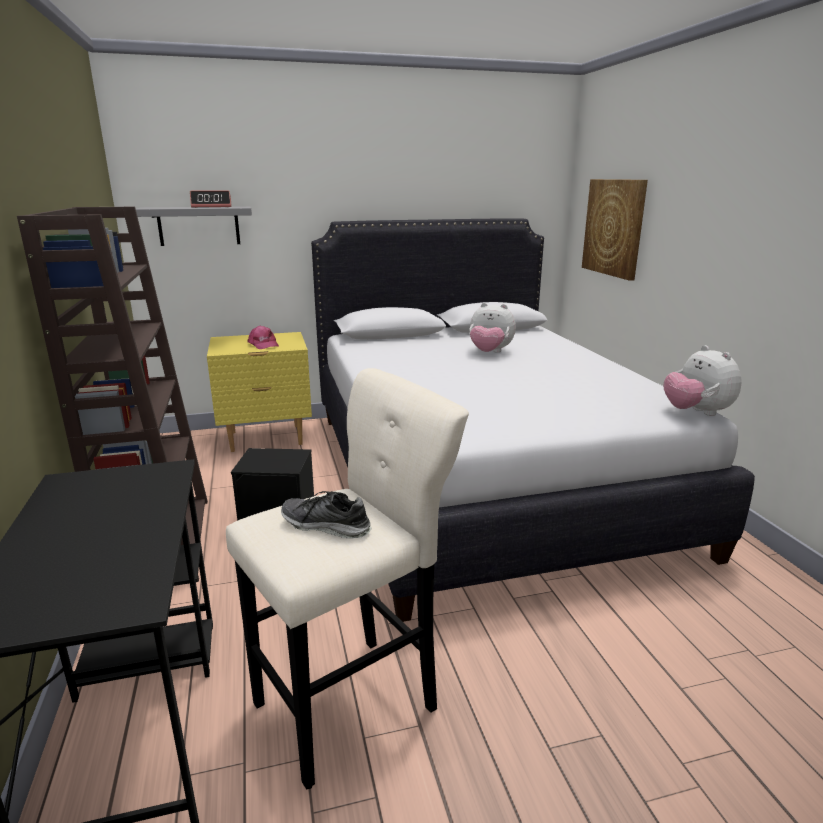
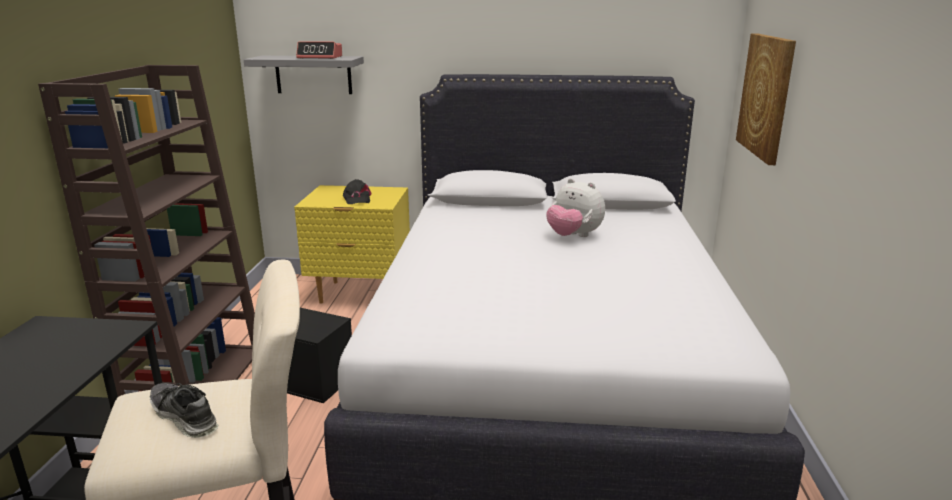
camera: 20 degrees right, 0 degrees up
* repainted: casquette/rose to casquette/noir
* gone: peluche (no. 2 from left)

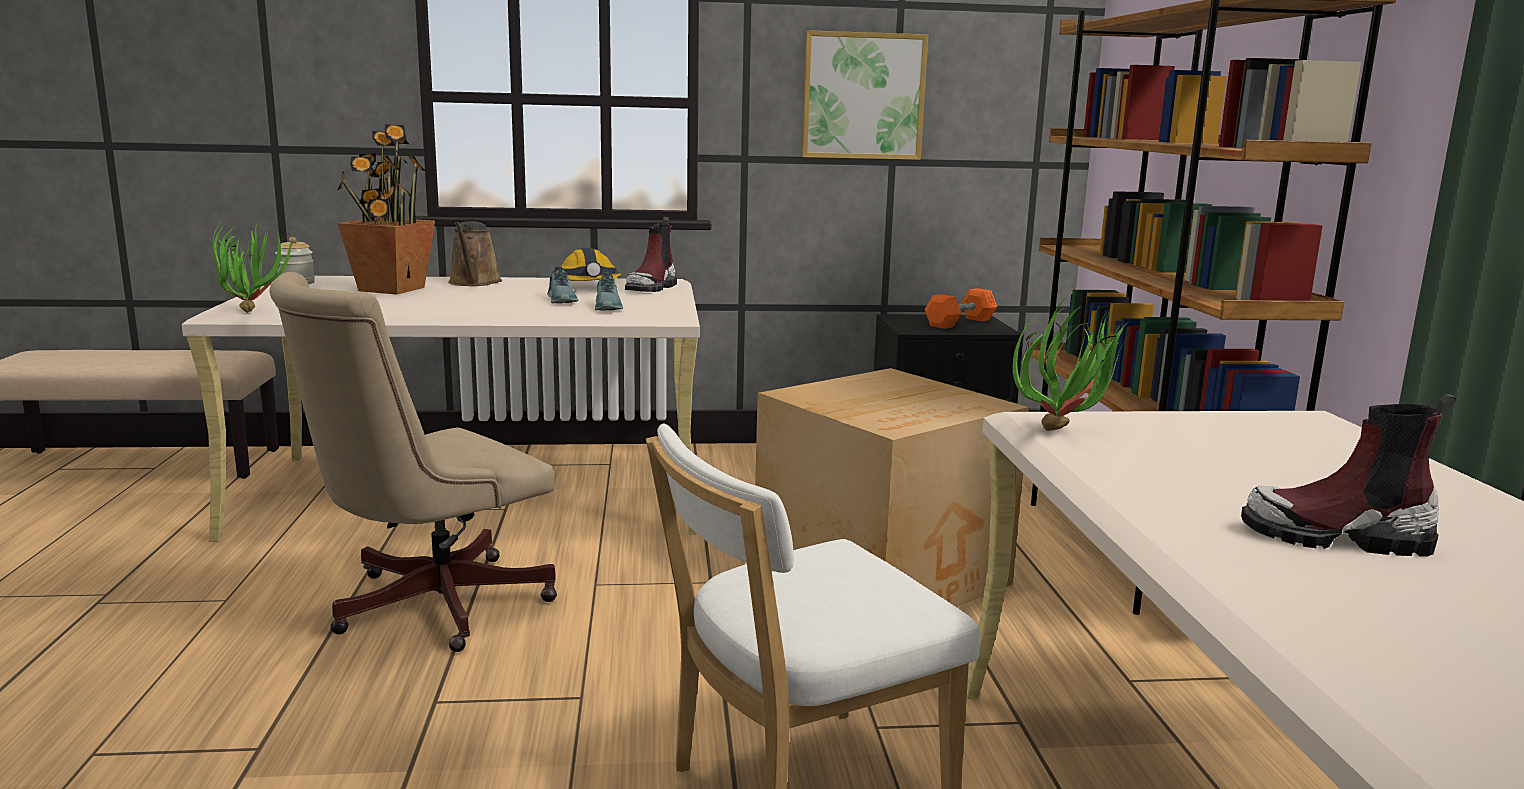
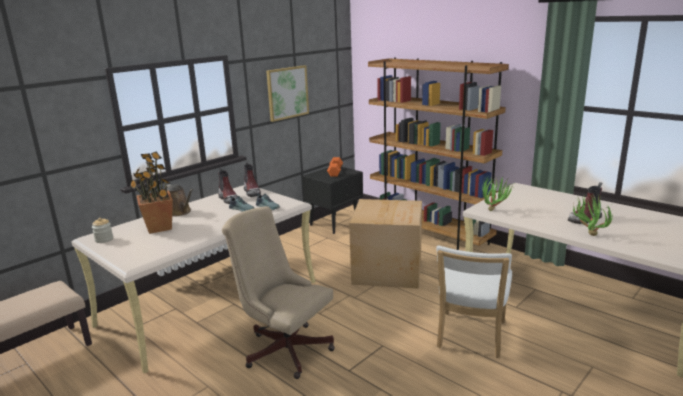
camera: 40 degrees left, 5 degrees up
* swapped: casque de chantier to botte (no. 1 from left)
* rotated: chaise de bureau/beige 120 degrees clockwise
* shifted: plante en pot (no. 1 from left in the first image) to plante en pot (no. 3 from left)

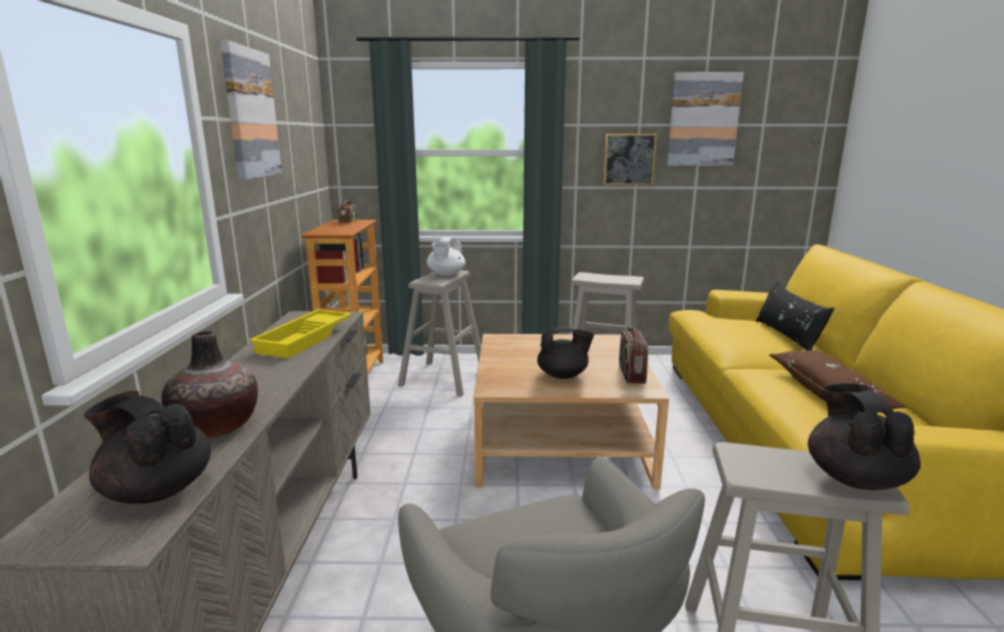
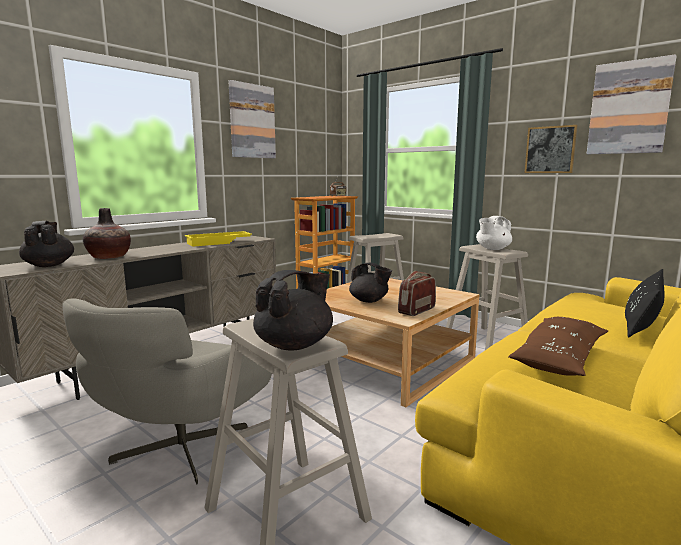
camera: 40 degrees right, 5 degrees down
* shifted: théière/blanc

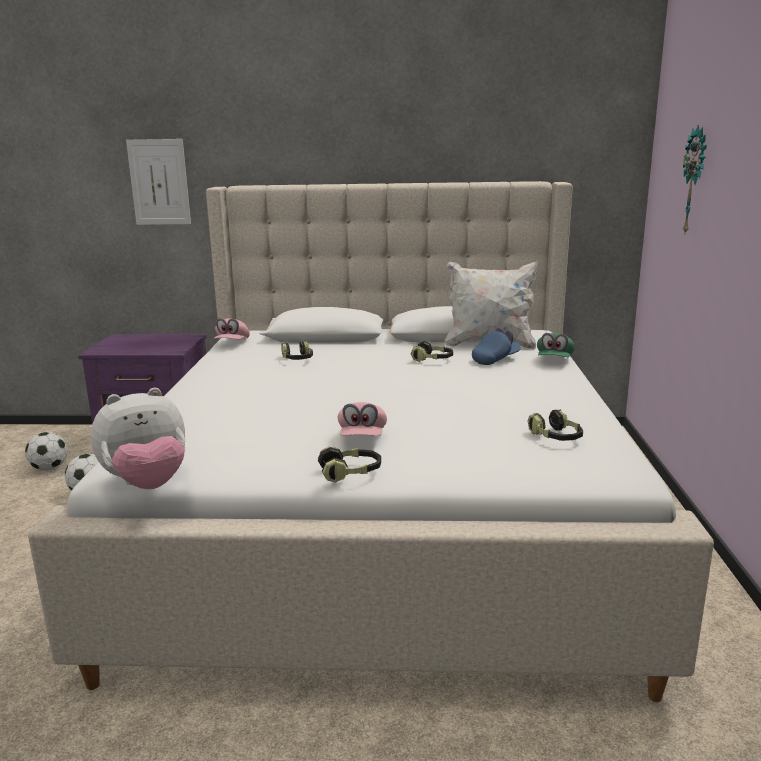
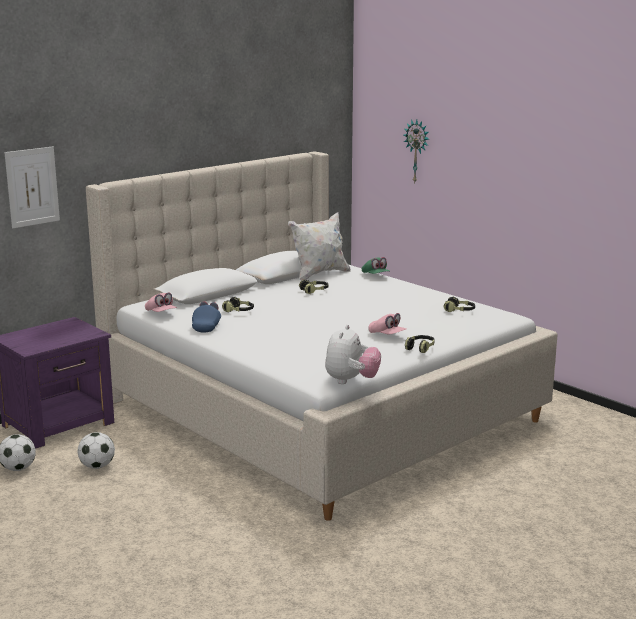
camera: 45 degrees left, 0 degrees up
* shifted: casquette/bleu

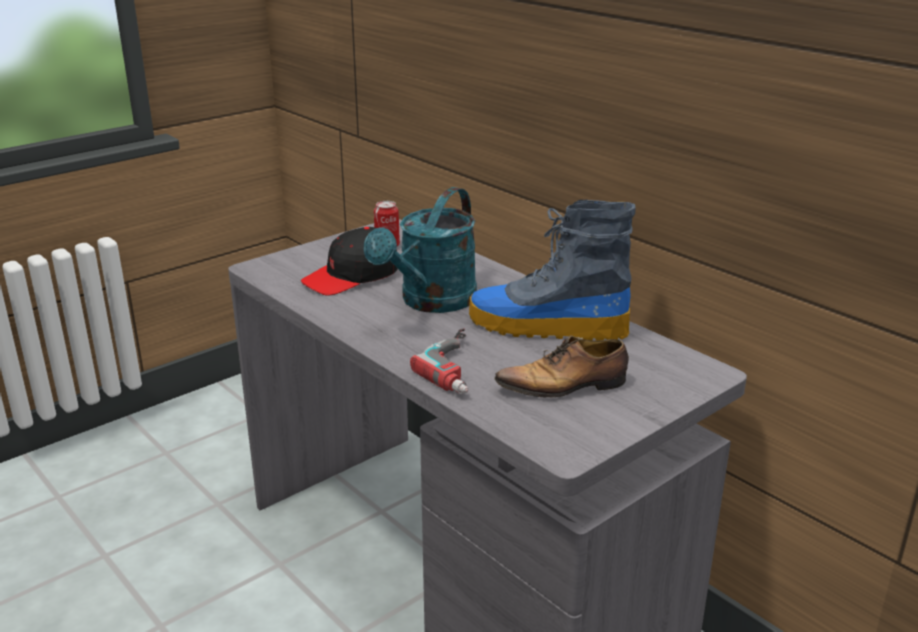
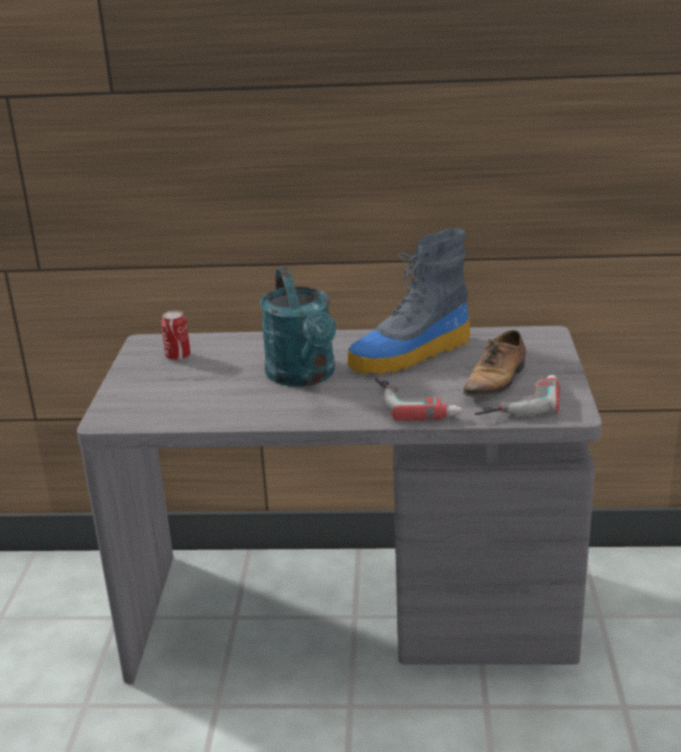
camera: 45 degrees left, 0 degrees up
* new: perceuse (no. 2 from left)
* gone: casquette/noir

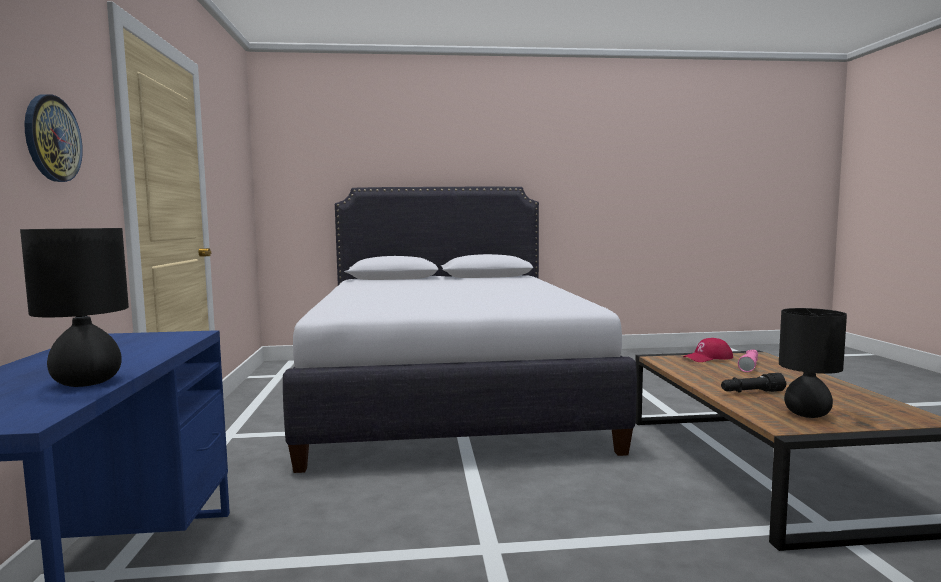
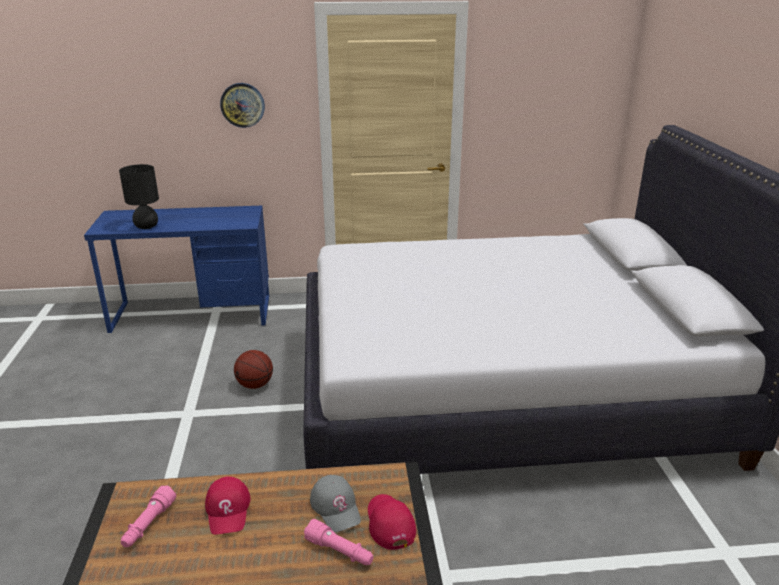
camera: 90 degrees right, 20 degrees up
* swapped: lampe de table/noir (no. 2 from left) to lampe de poche/rose (no. 1 from left)
* swapped: lampe de poche/noir to casquette/rouge (no. 1 from left)
* new: ballon de basket
* new: casquette/gris

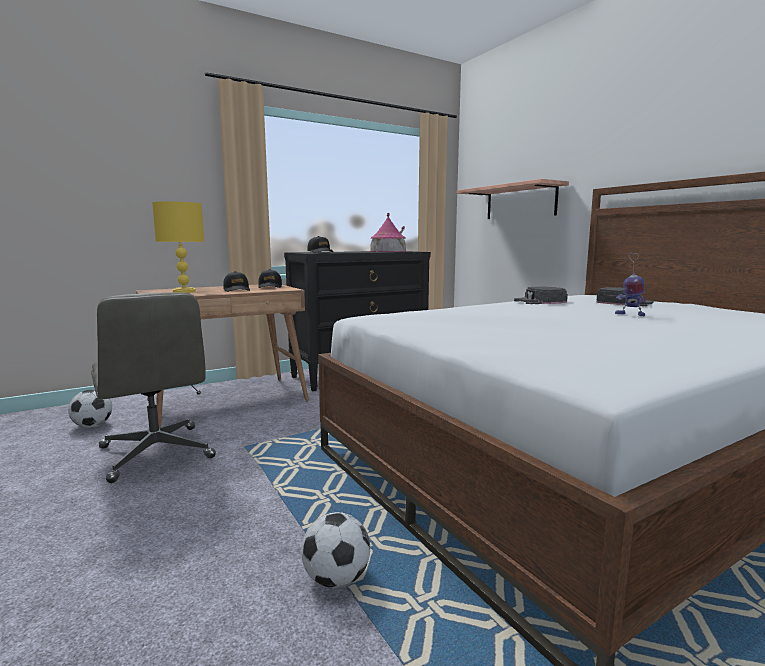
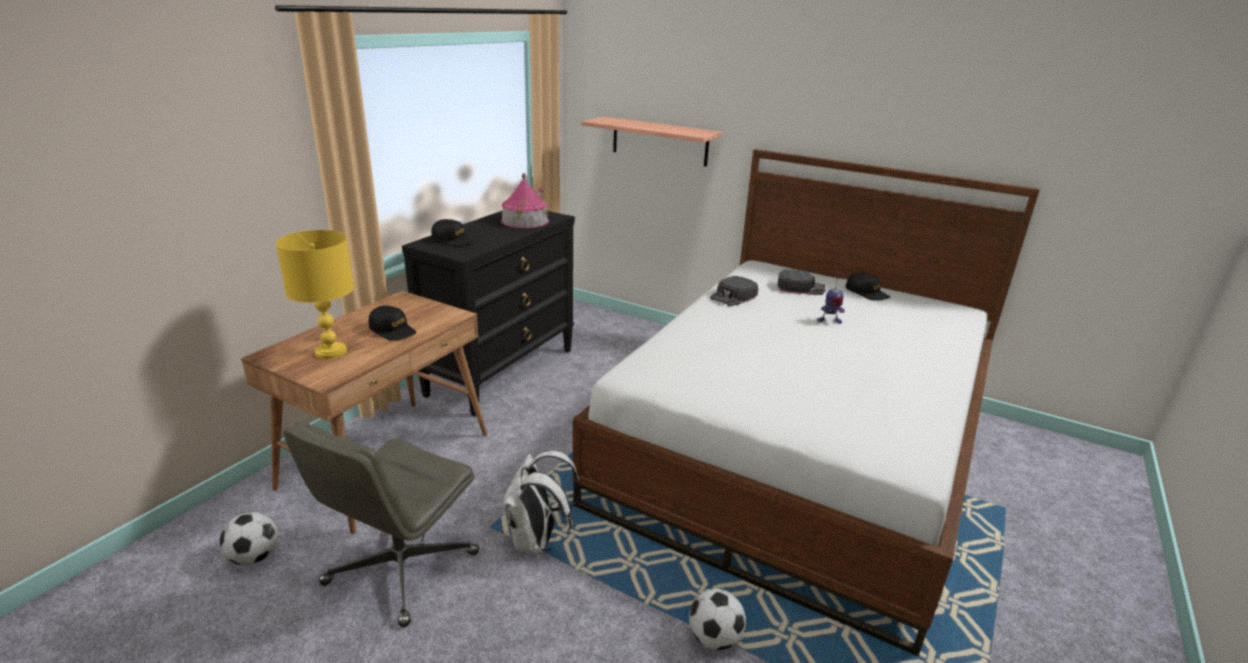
camera: 30 degrees left, 15 degrees up
* rotated: chaise de bureau/gris 90 degrees clockwise
* new: sac à dos/blanc
* shifted: casquette/noir (no. 2 from left in the first image) to casquette/noir (no. 5 from left)

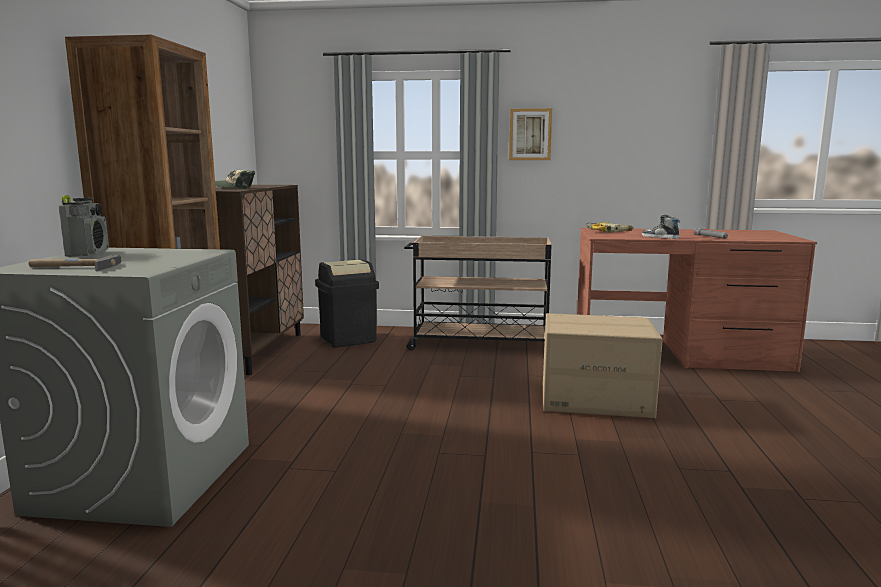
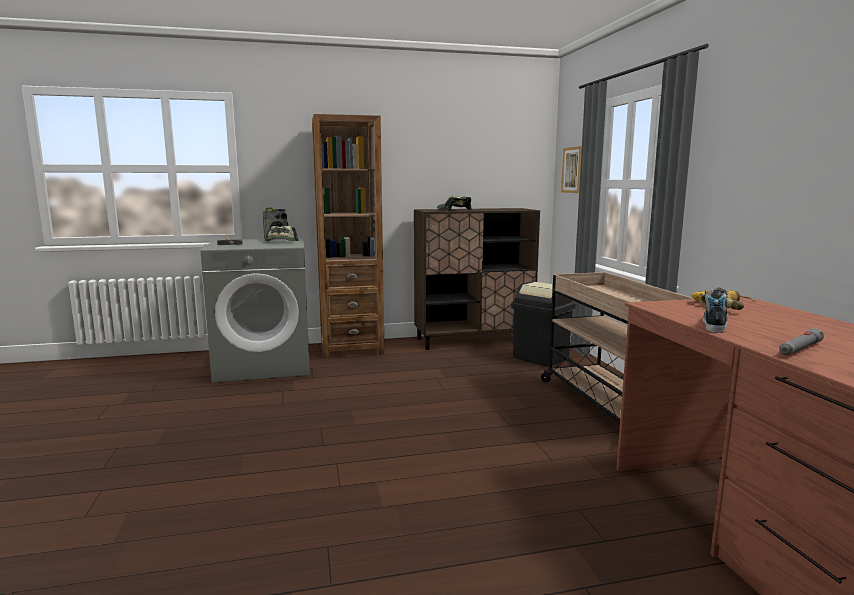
camera: 70 degrees right, 0 degrees up
* new: casquette (no. 1 from left)
* shifted: tableau
* gone: carton

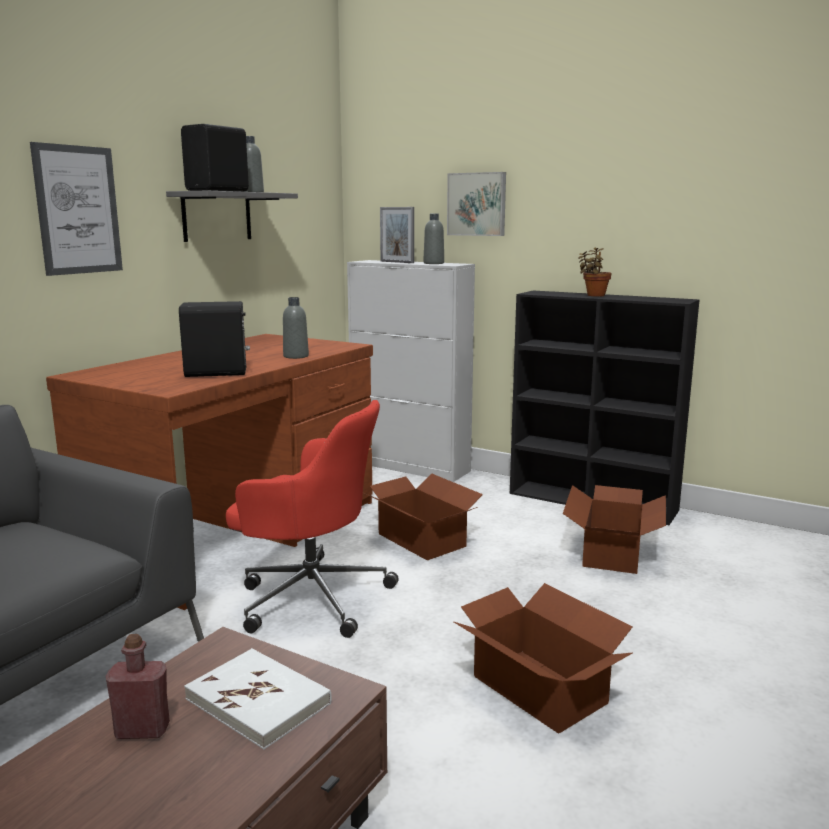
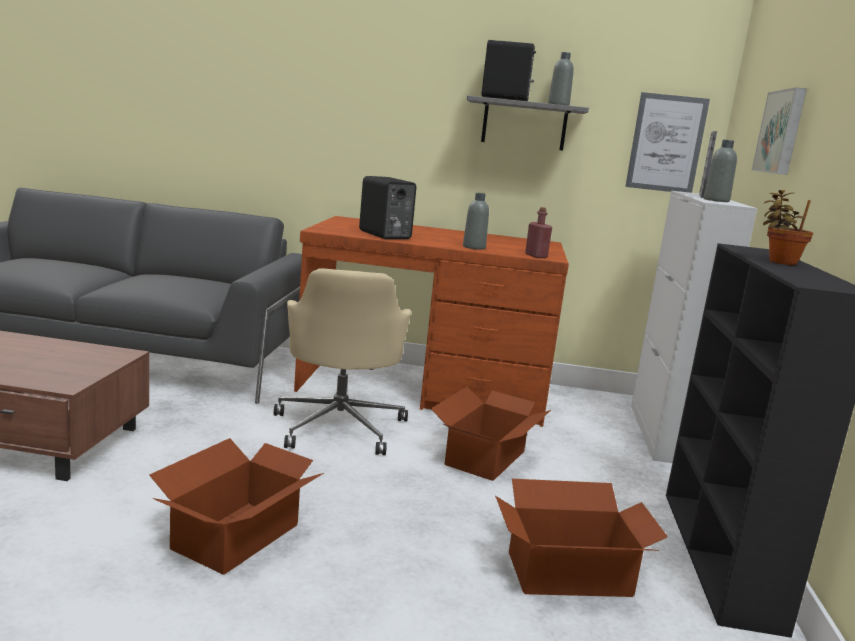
camera: 65 degrees right, 0 degrees up
* repainted: chaise de bureau/rouge to chaise de bureau/beige
* shifted: bouteille/rouge
* shifted: tableau (no. 1 from left)
* gone: livre/blanc

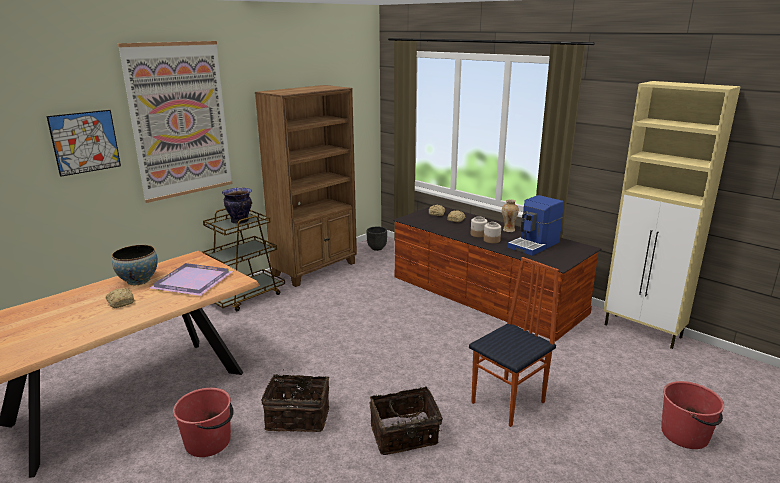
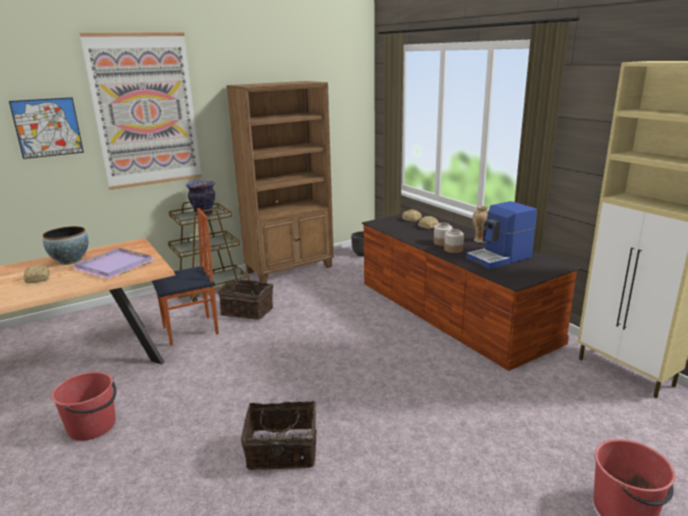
camera: 15 degrees right, 0 degrees up
* shifted: chaise
* shifted: panier (no. 1 from left)

